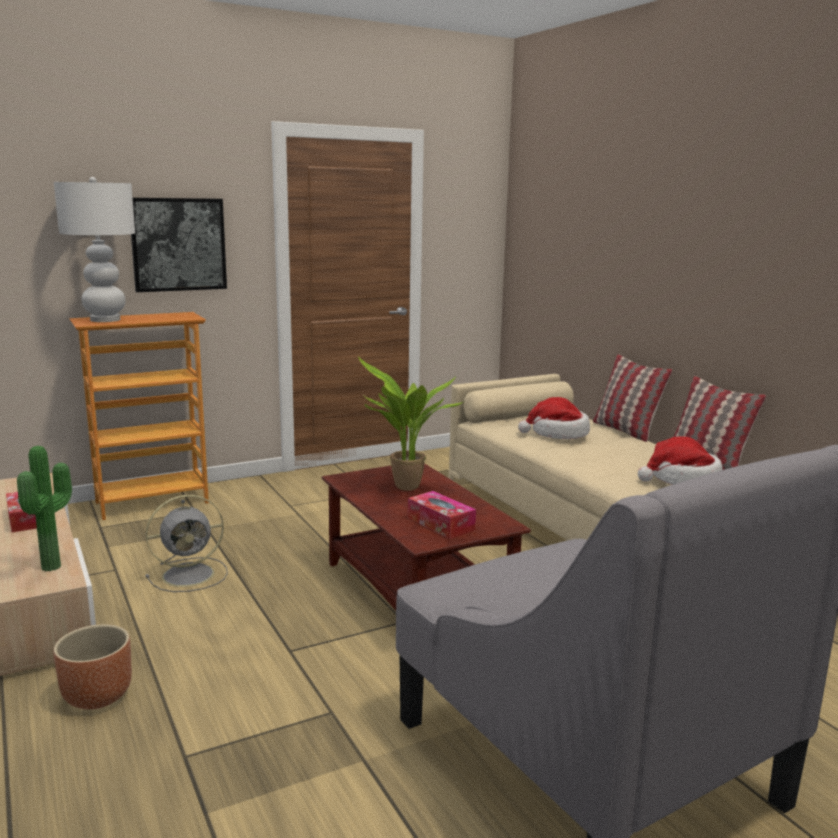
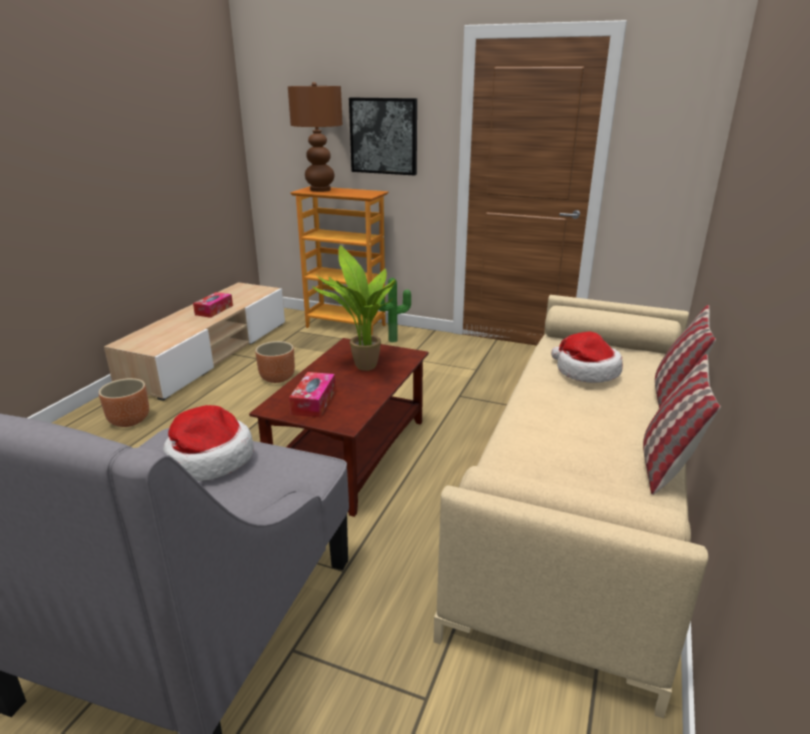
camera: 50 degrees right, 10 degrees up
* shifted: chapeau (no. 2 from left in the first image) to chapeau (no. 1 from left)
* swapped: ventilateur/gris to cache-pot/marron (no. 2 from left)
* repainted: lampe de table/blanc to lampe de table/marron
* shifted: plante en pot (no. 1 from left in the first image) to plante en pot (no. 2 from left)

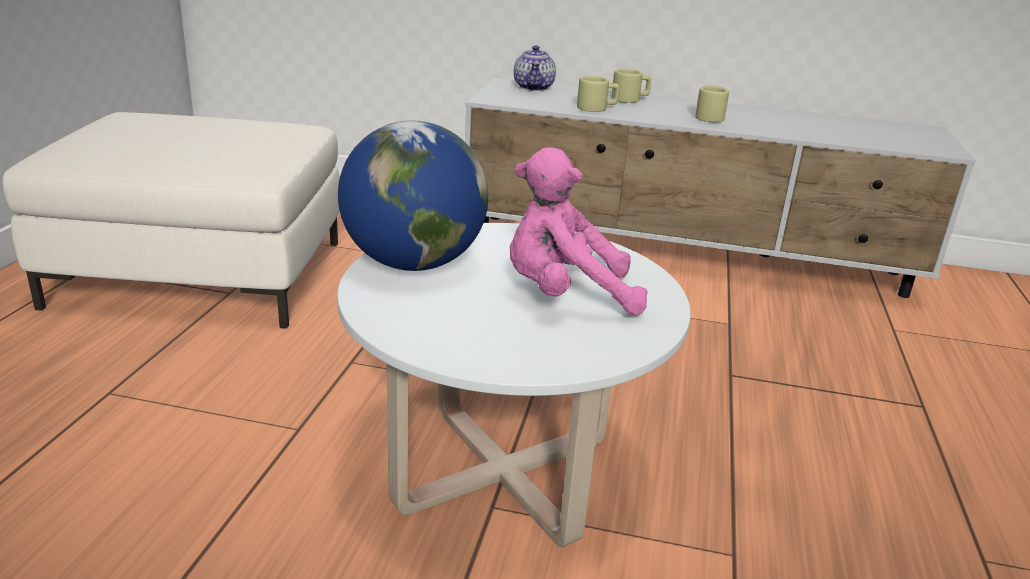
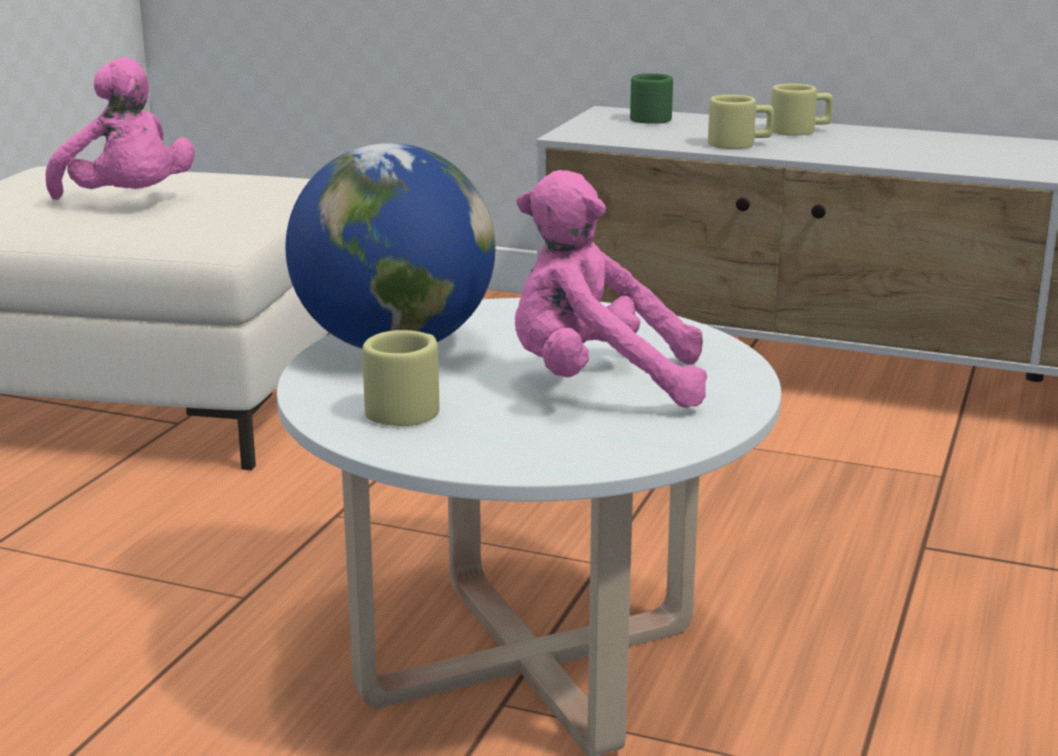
camera: 10 degrees right, 5 degrees down
* new: peluche/rose (no. 1 from left)
* shifted: mug/beige (no. 3 from left in the first image) to mug/beige (no. 1 from left)
* swapped: théière to mug/vert

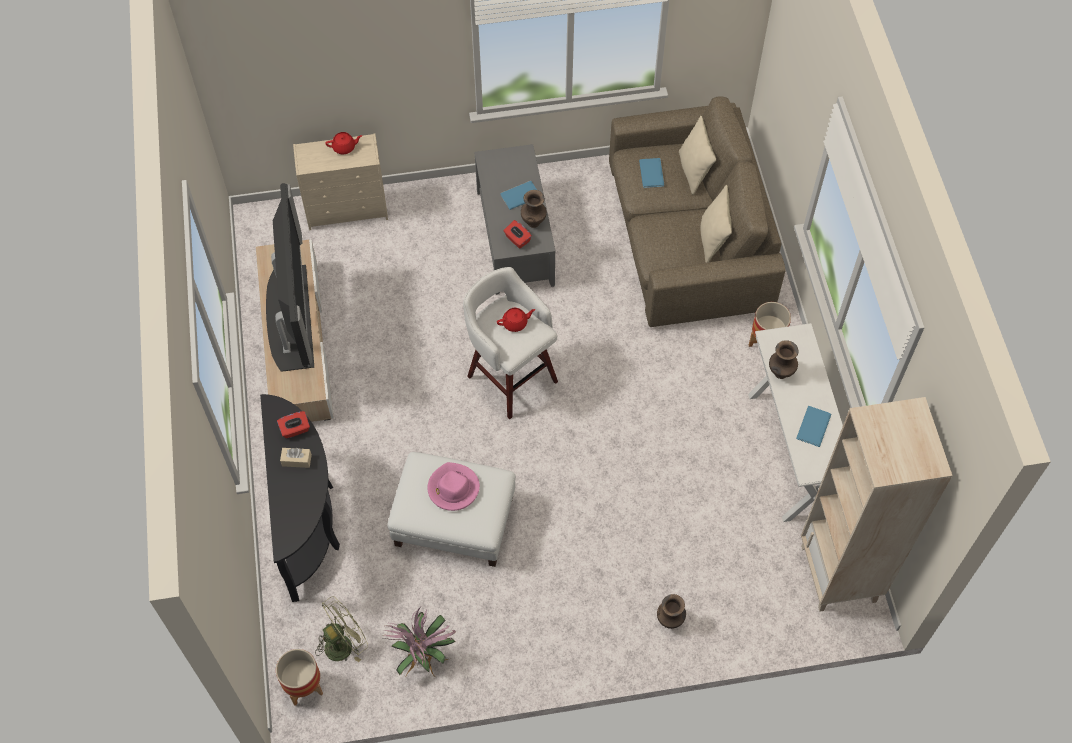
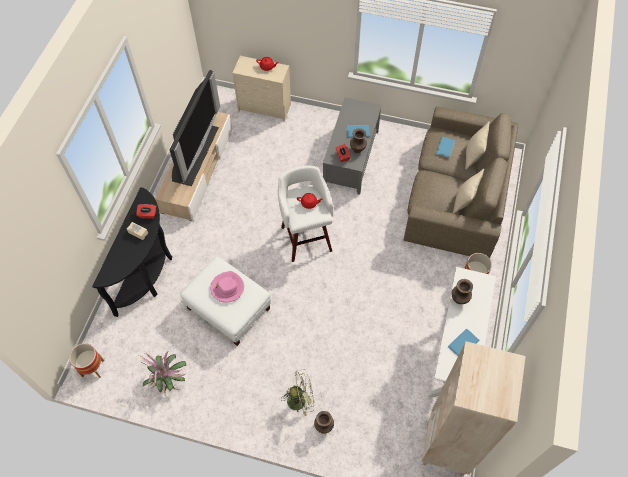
camera: 25 degrees right, 0 degrees up
* shifted: ventilateur/vert

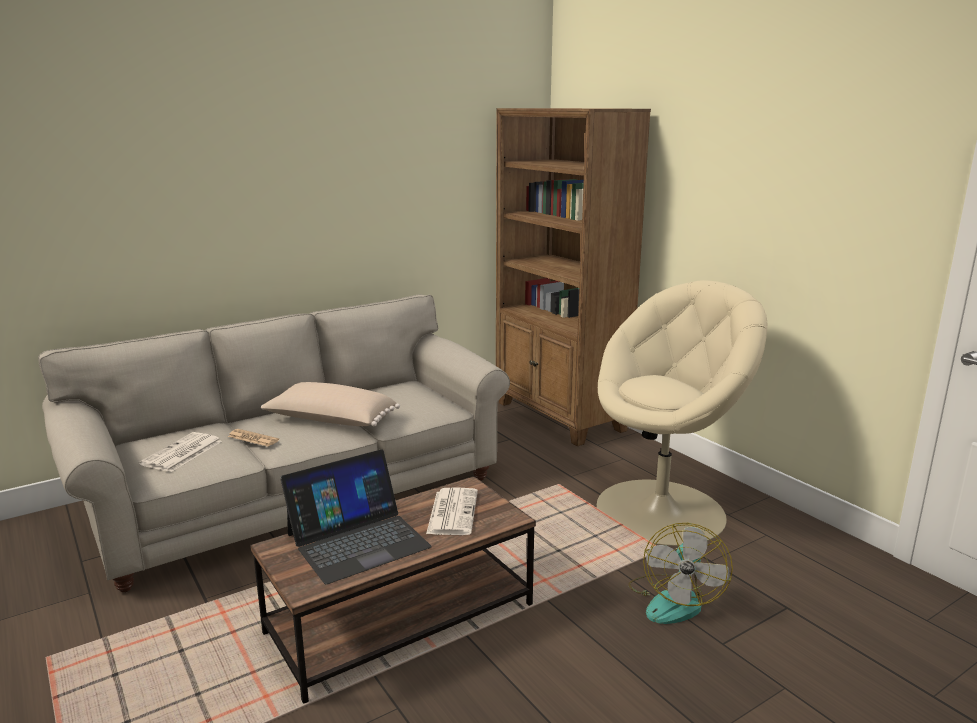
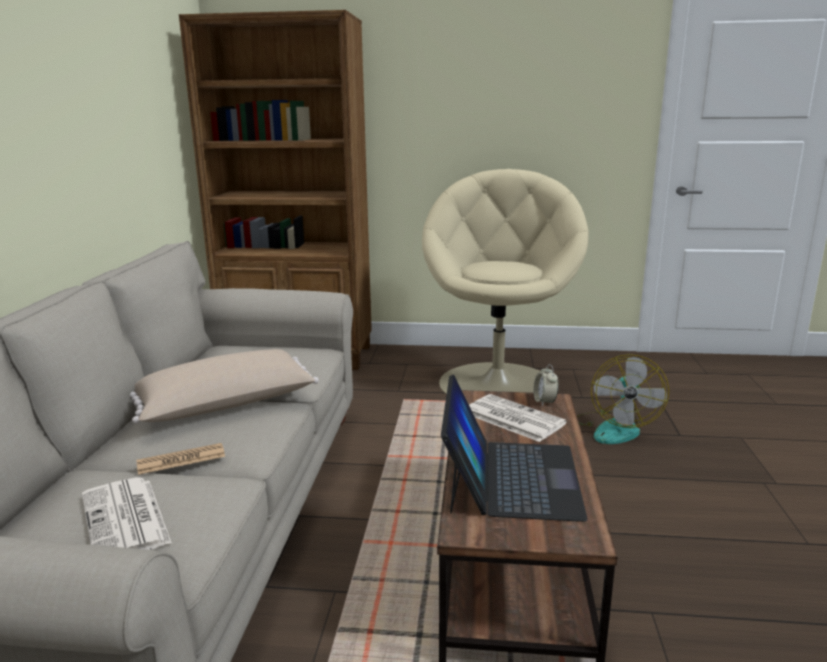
camera: 50 degrees left, 0 degrees up
* new: réveil
* rotated: ventilateur 45 degrees clockwise

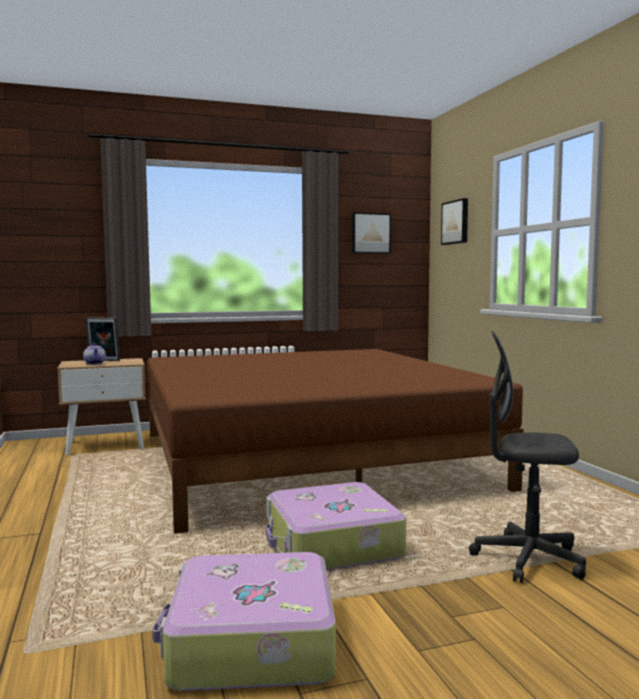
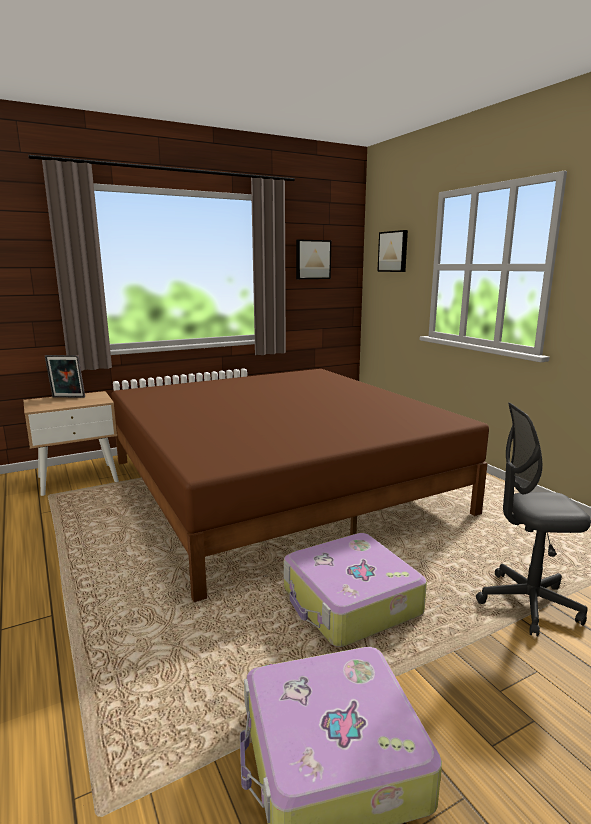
camera: 10 degrees left, 10 degrees up
* gone: théière

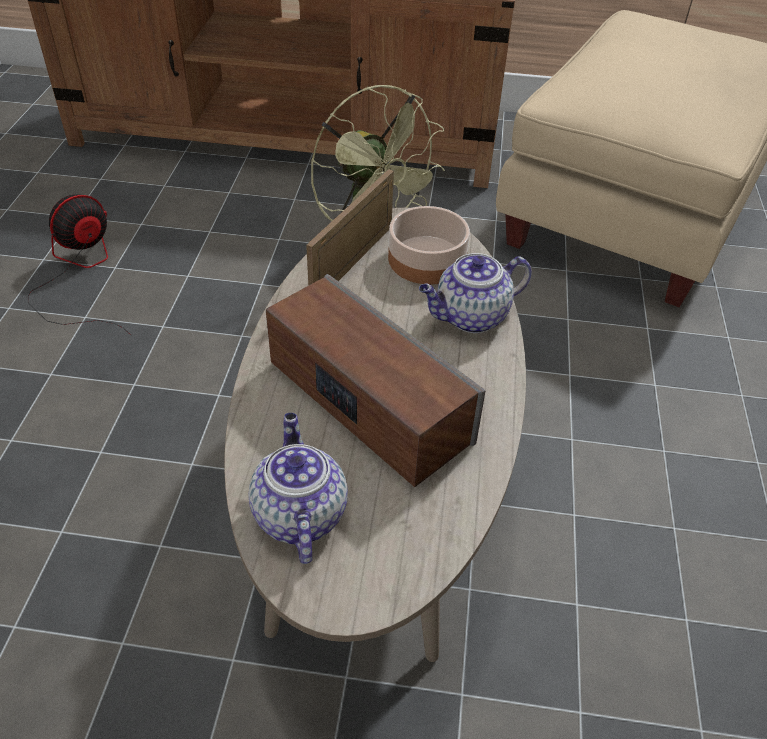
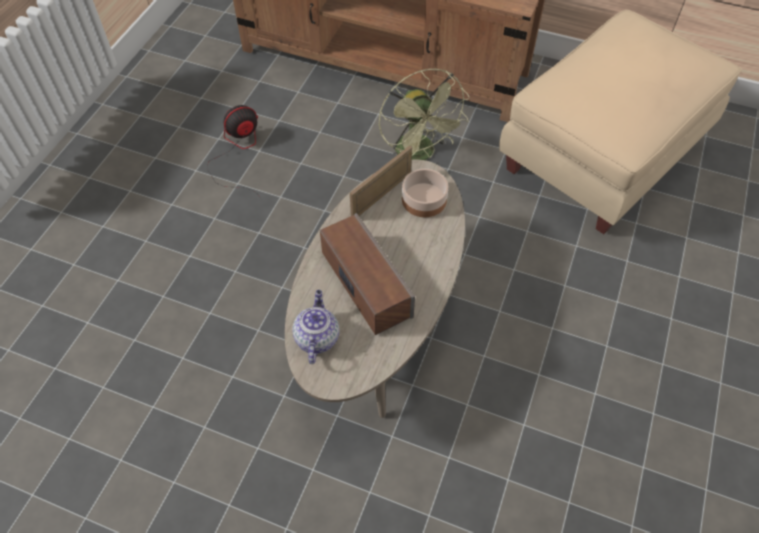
camera: 15 degrees right, 10 degrees up
* gone: théière (no. 2 from left)

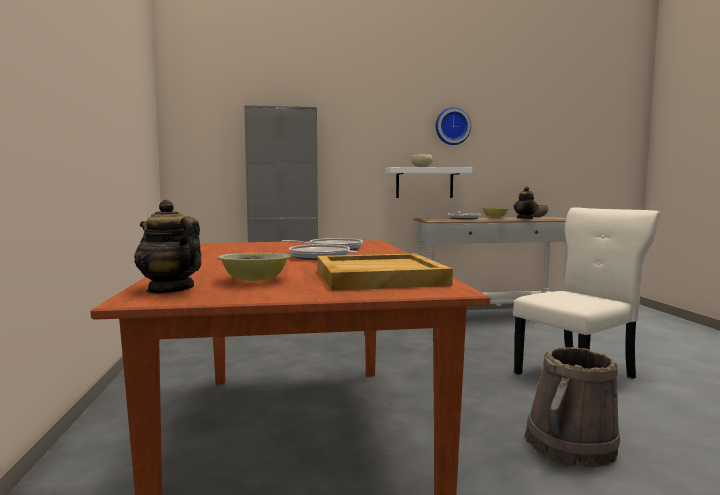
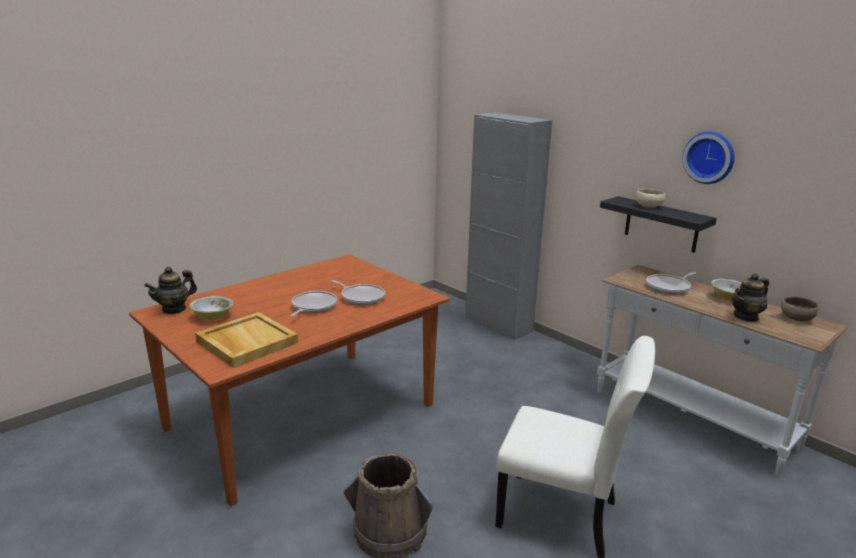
camera: 55 degrees right, 15 degrees up
* rotated: théière (no. 1 from left) 135 degrees counterclockwise
* repainted: étagère/blanc to étagère/noir

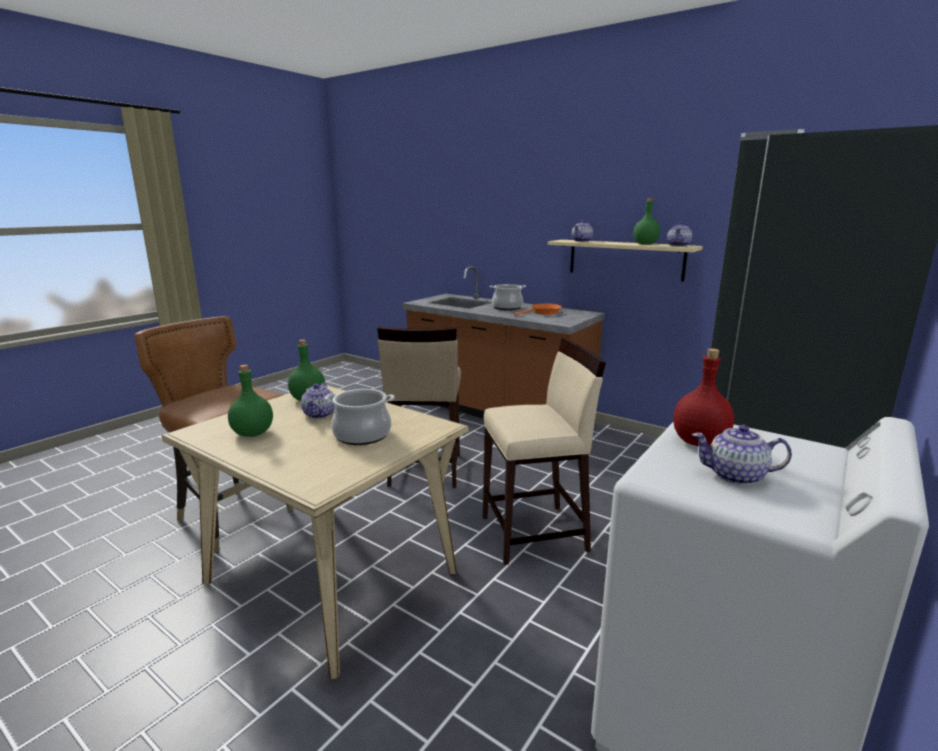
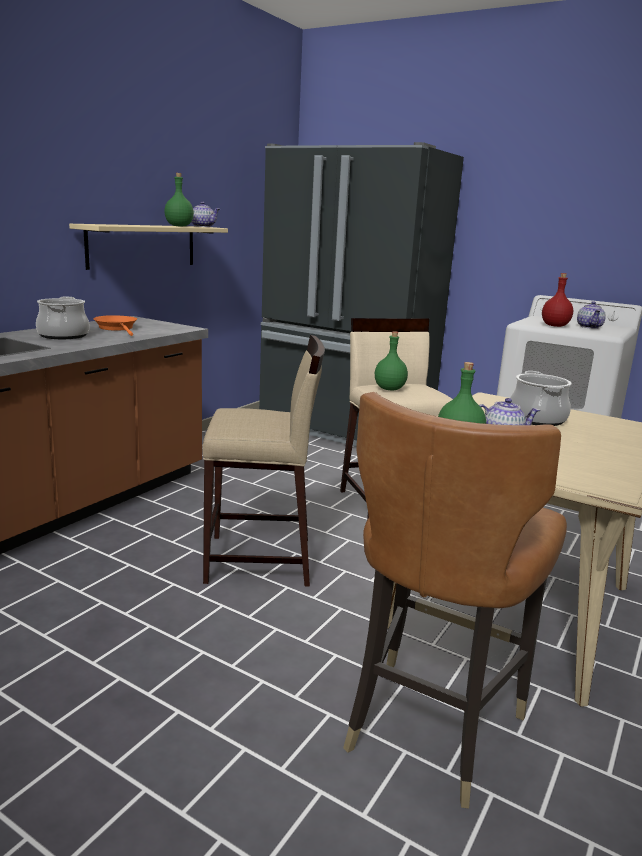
camera: 95 degrees left, 0 degrees up
* shifted: bouteille/vert (no. 1 from left in the first image) to bouteille/vert (no. 2 from left)
* gone: théière (no. 2 from left)

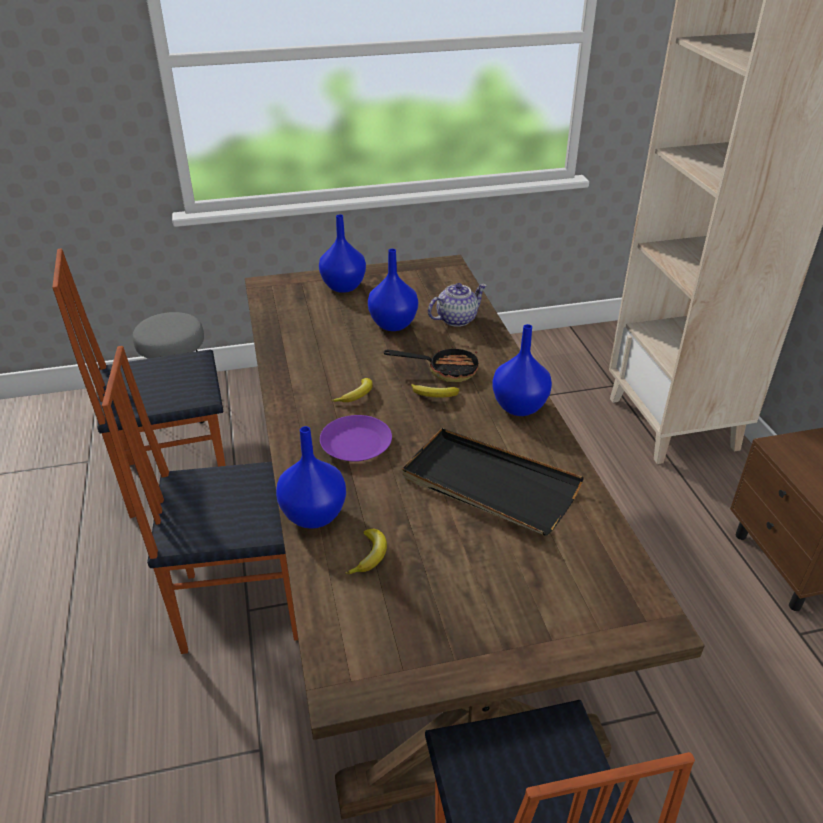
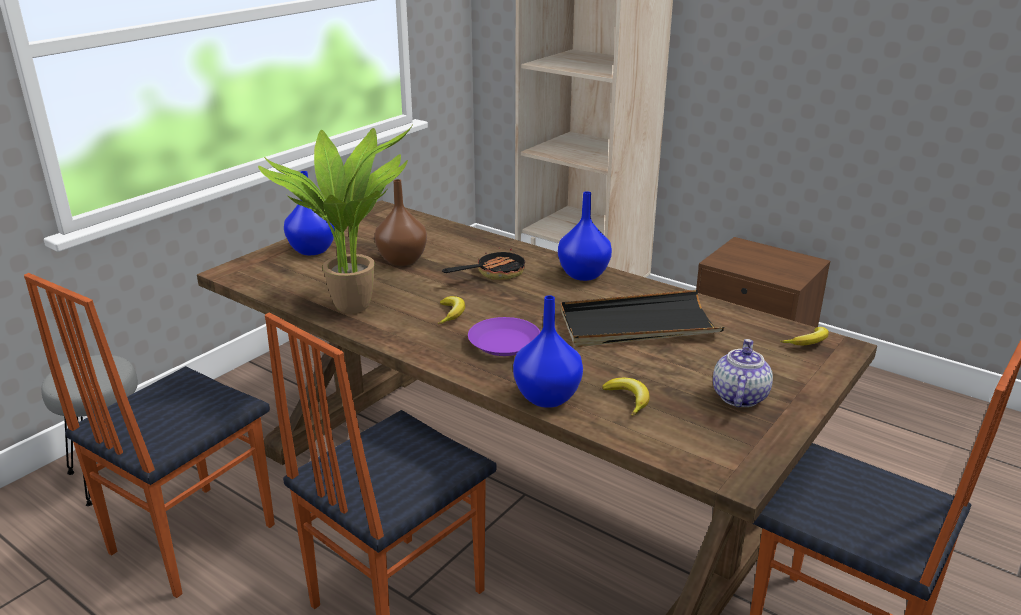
camera: 40 degrees left, 10 degrees down
* new: plante en pot
* repainted: vase/bleu (no. 3 from left) to vase/marron
* shifted: théière
* shifted: banane (no. 3 from left)

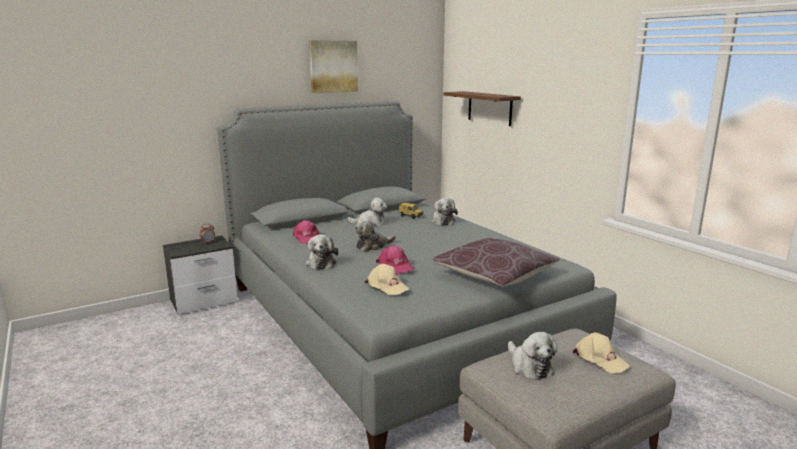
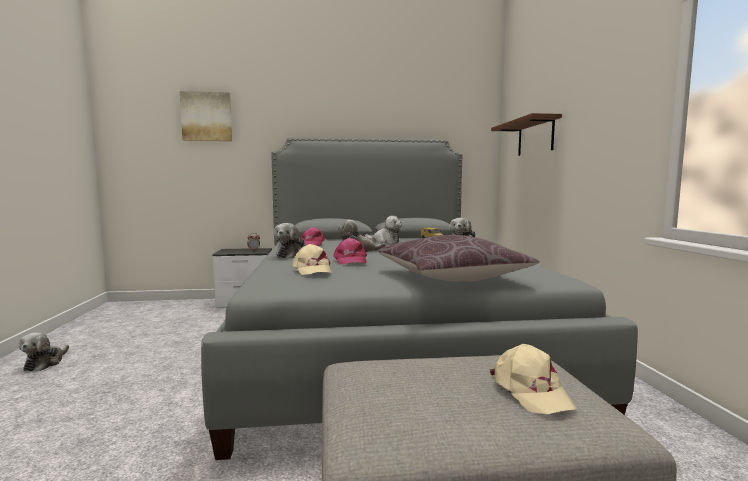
camera: 25 degrees right, 10 degrees down
* shifted: peluche (no. 5 from left in the first image) to peluche (no. 1 from left)
* shifted: tableau

